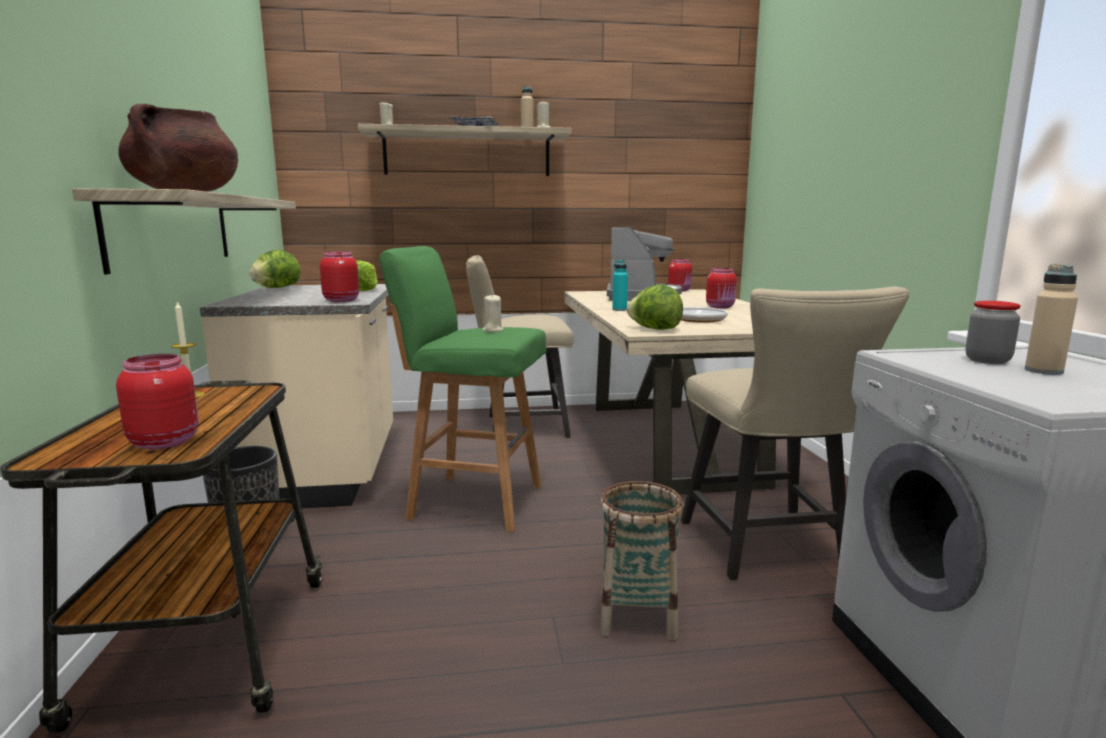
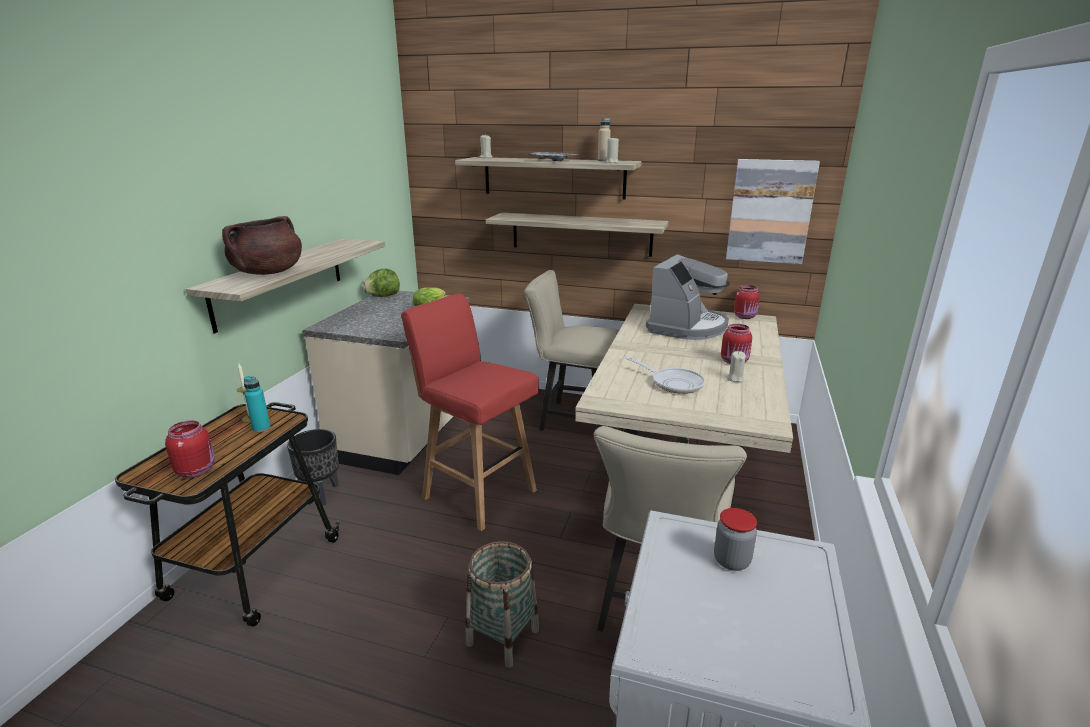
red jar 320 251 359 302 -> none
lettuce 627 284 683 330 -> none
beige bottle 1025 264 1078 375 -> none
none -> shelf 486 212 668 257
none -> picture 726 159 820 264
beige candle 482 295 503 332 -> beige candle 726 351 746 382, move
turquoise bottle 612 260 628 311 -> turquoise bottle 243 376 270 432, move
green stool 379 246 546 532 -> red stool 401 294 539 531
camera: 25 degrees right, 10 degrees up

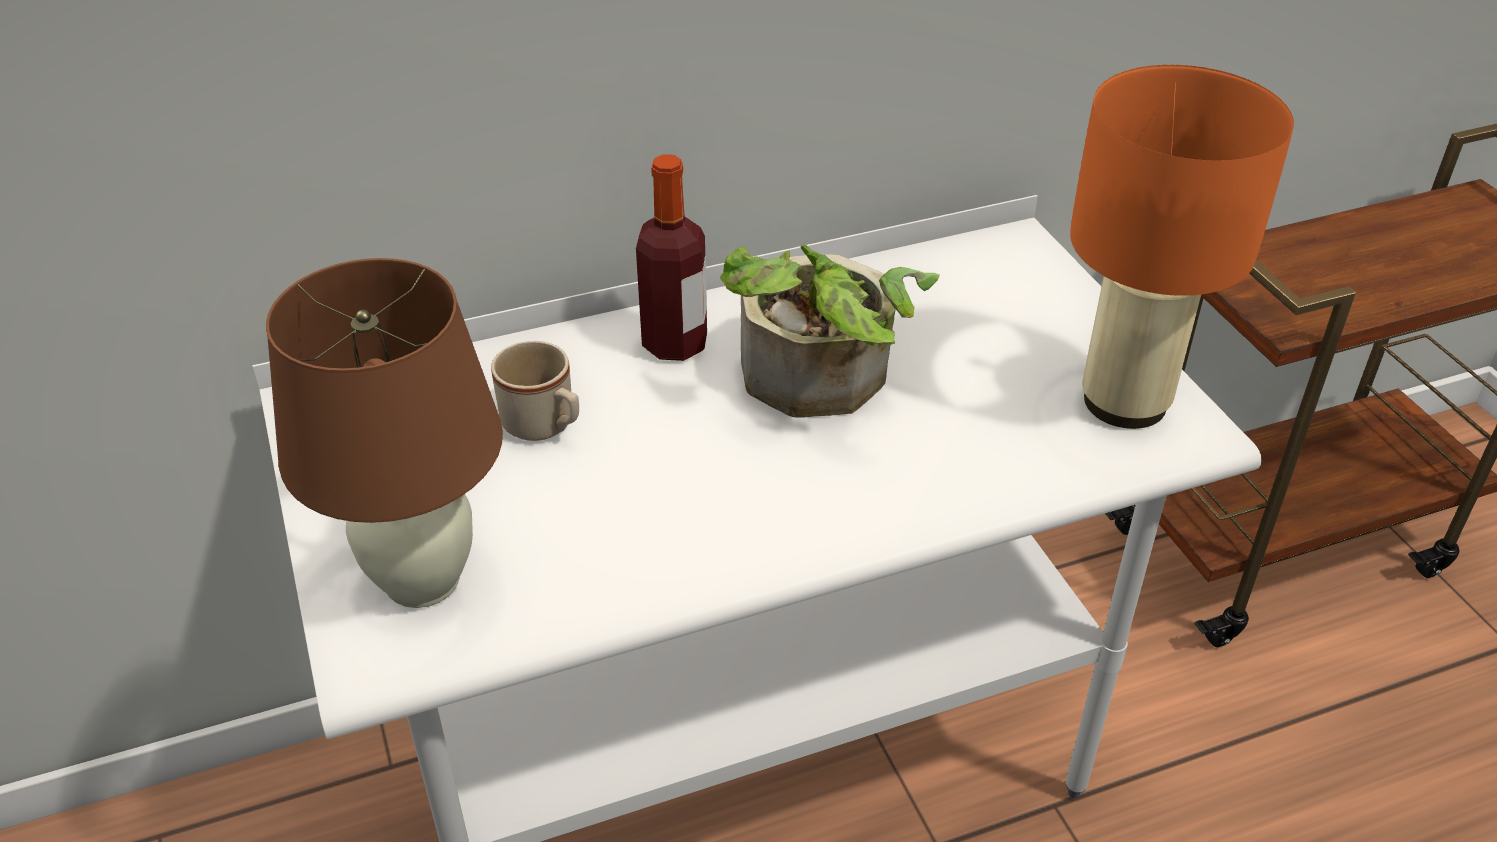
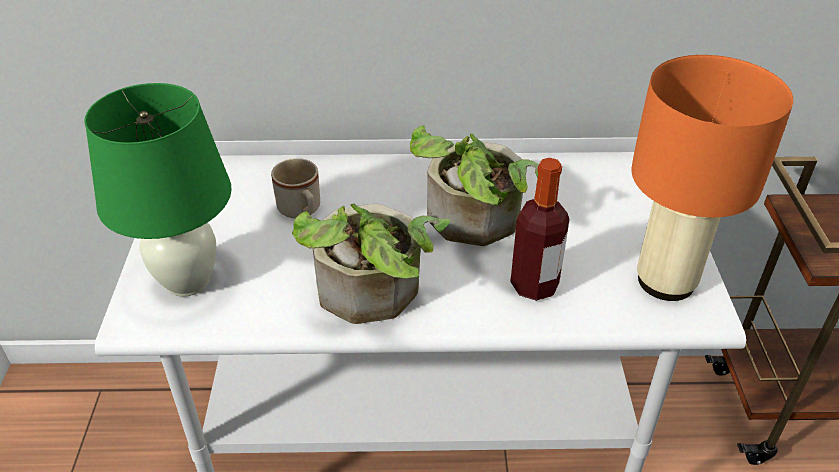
none -> potted plant 292 204 450 324
bottle 636 154 707 361 -> bottle 510 158 569 301, move
brown table lamp 266 258 503 608 -> green table lamp 84 83 231 297
camera: 20 degrees right, 0 degrees up

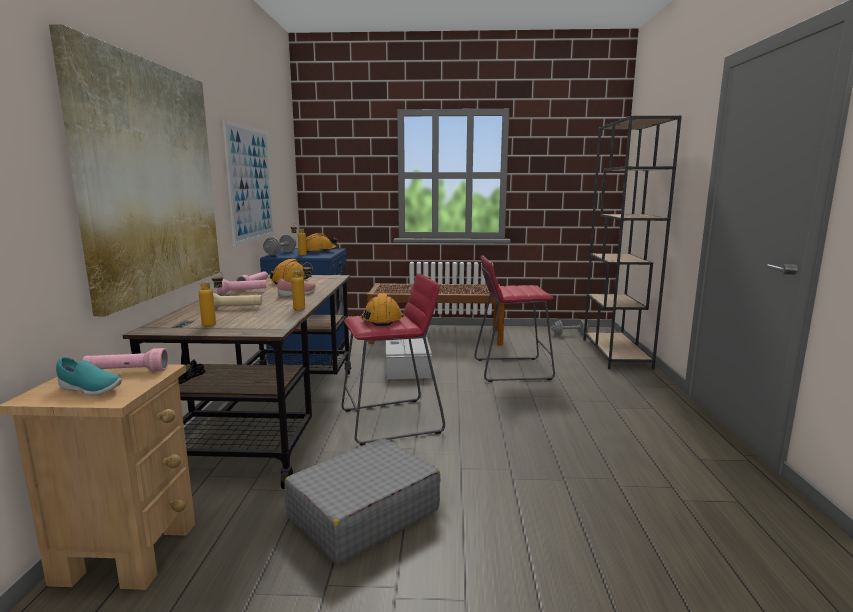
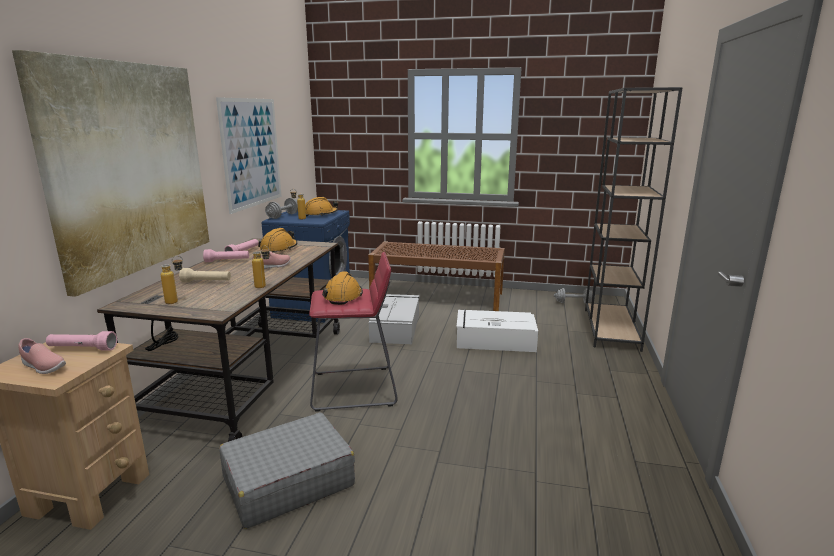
red stool 474 255 555 382 -> white storage box 456 309 538 352
turquoise shoe 56 357 122 395 -> pink shoe 18 338 66 374
camera: 10 degrees right, 5 degrees up

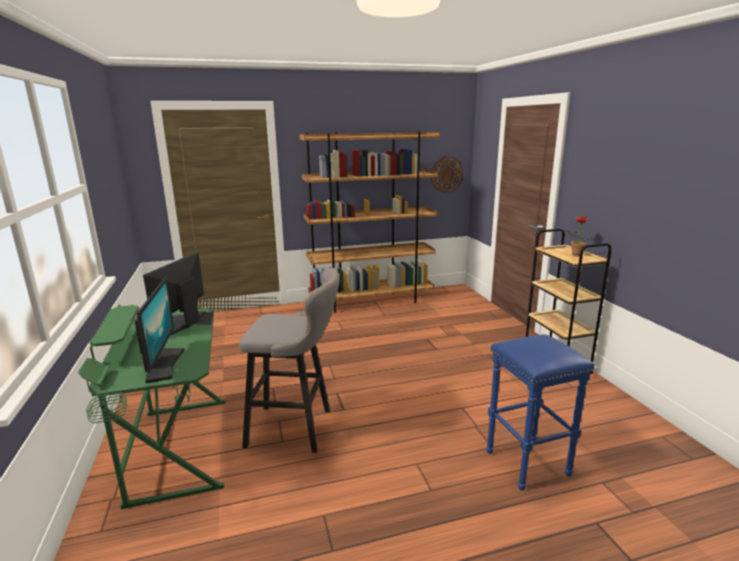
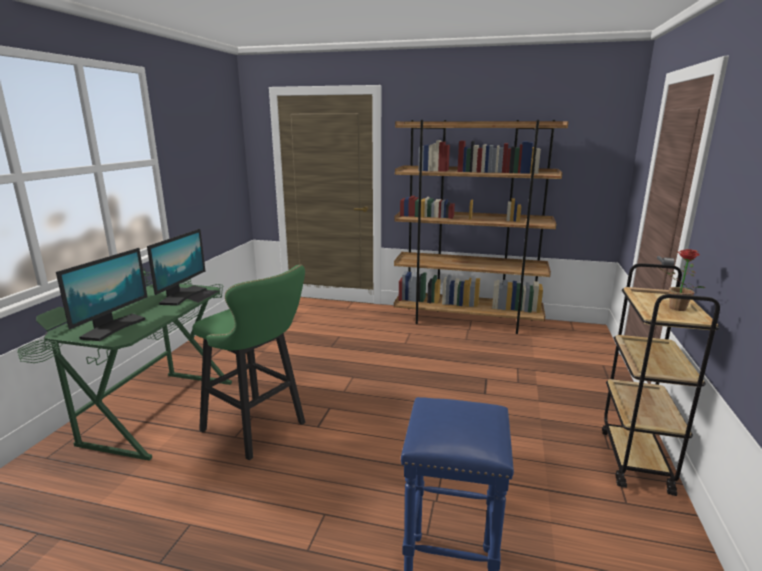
wall clock 431 156 464 193 -> none
grey stool 239 267 340 453 -> green stool 193 265 305 460
monitor 143 252 205 335 -> monitor 147 229 207 306, 150 degrees clockwise
camera: 30 degrees right, 0 degrees up

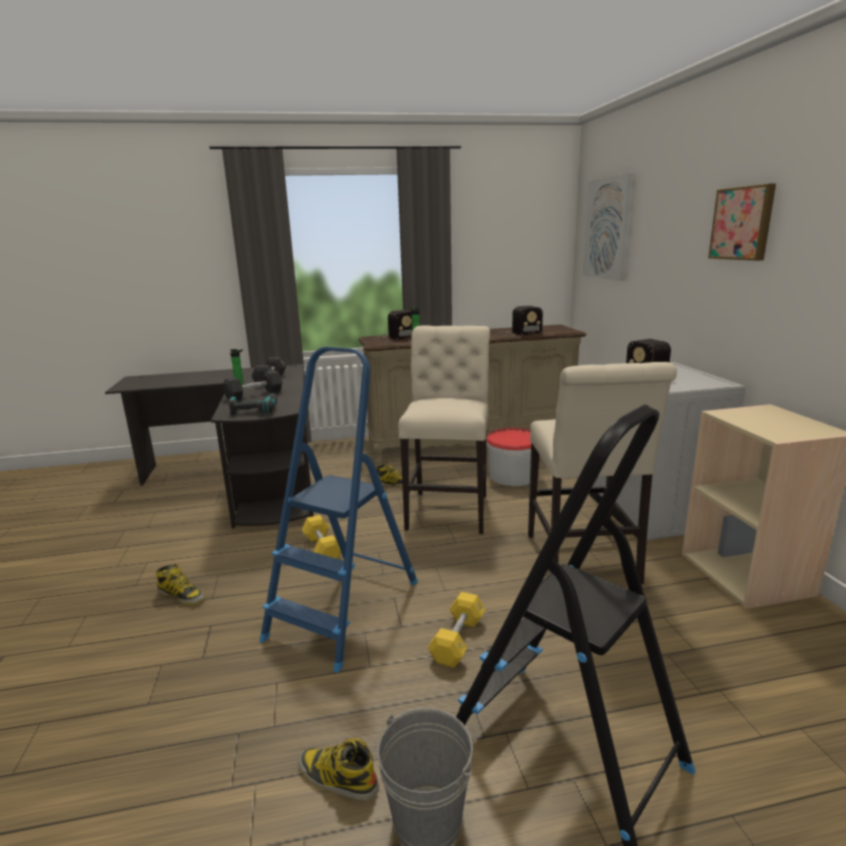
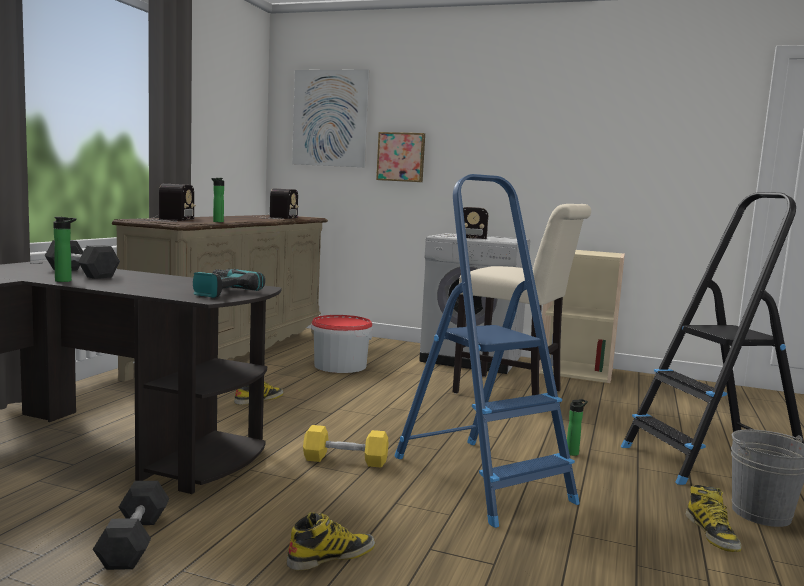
beige stool 398 326 490 534 -> none
black dumbbell 223 370 282 400 -> black dumbbell 93 481 169 570, move
picture 708 184 776 261 -> picture 376 132 425 182, move
yellow dumbbell 428 592 485 668 -> bottle 567 399 588 456
boot 298 738 379 801 -> boot 686 485 741 552, 60 degrees counterclockwise
camera: 60 degrees left, 10 degrees down

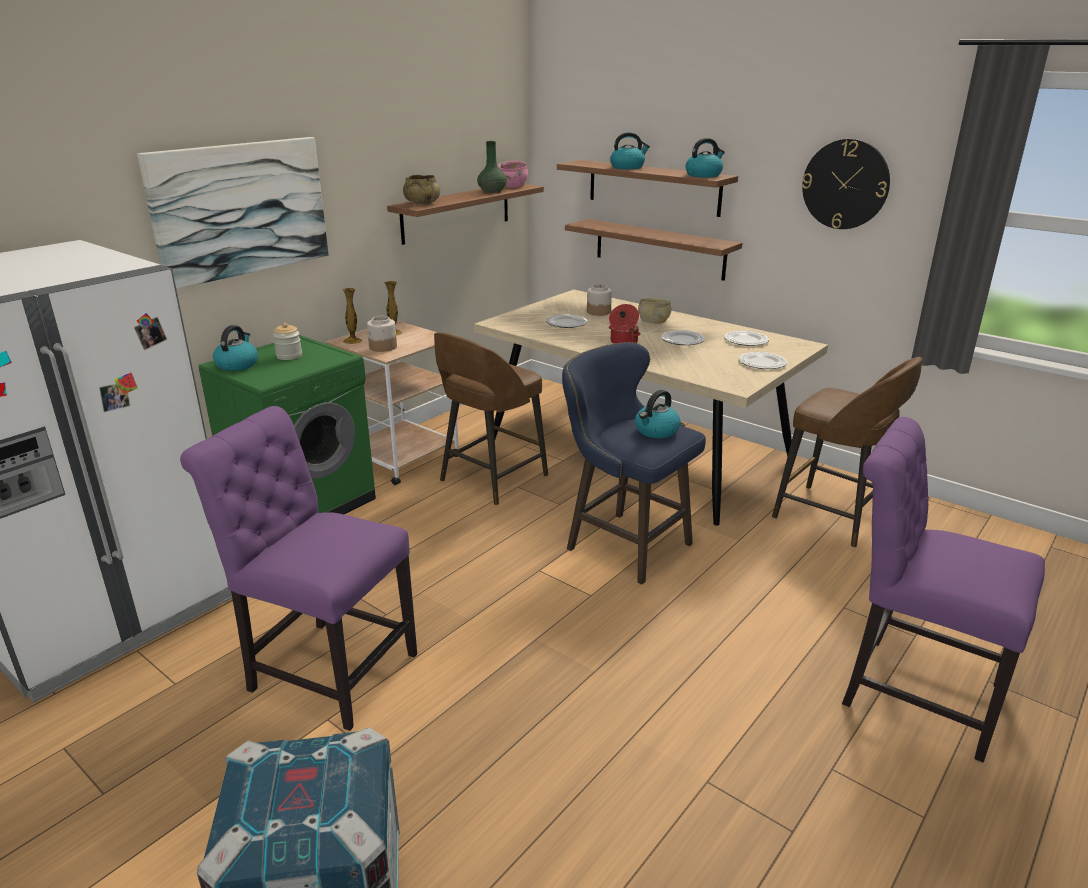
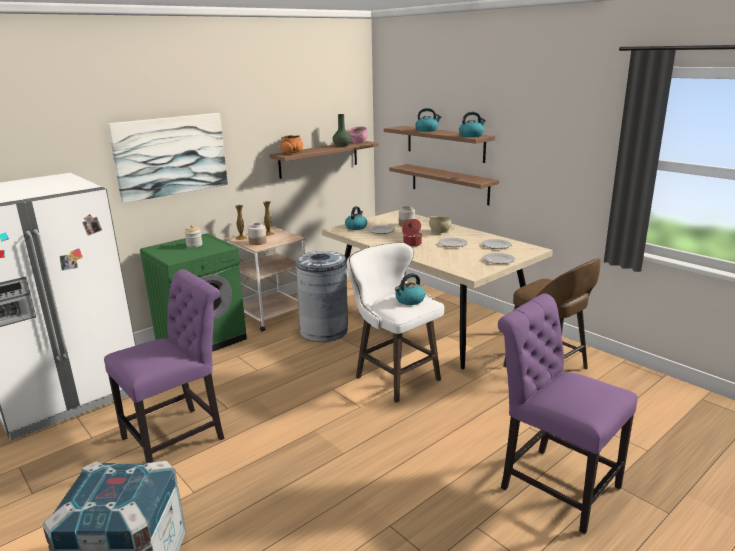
wall clock 802 139 890 229 -> none
kettle 213 325 258 371 -> kettle 345 206 367 230, move
brown stool 434 332 548 505 -> grey trash can 295 251 348 342
beige bowl 403 175 440 205 -> orange bowl 280 135 303 154
blue stool 562 342 706 584 -> white stool 346 242 444 403
purple chair 180 406 417 731 -> purple chair 104 269 225 463, 105 degrees clockwise
camera: 10 degrees right, 5 degrees down

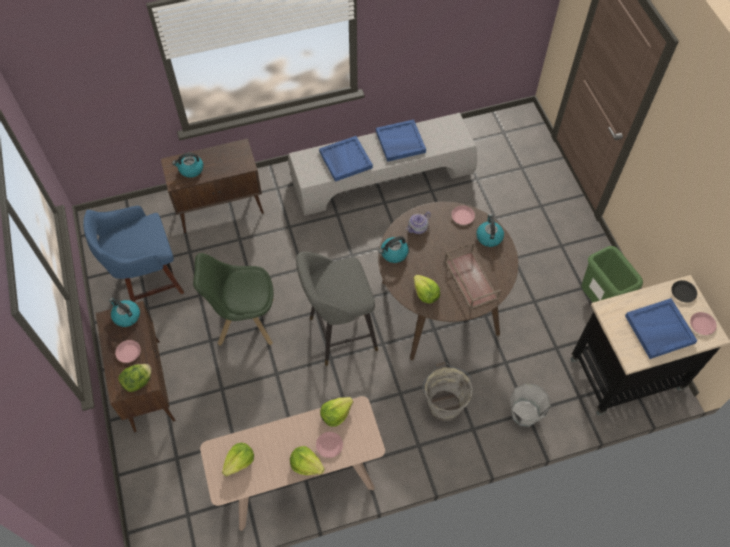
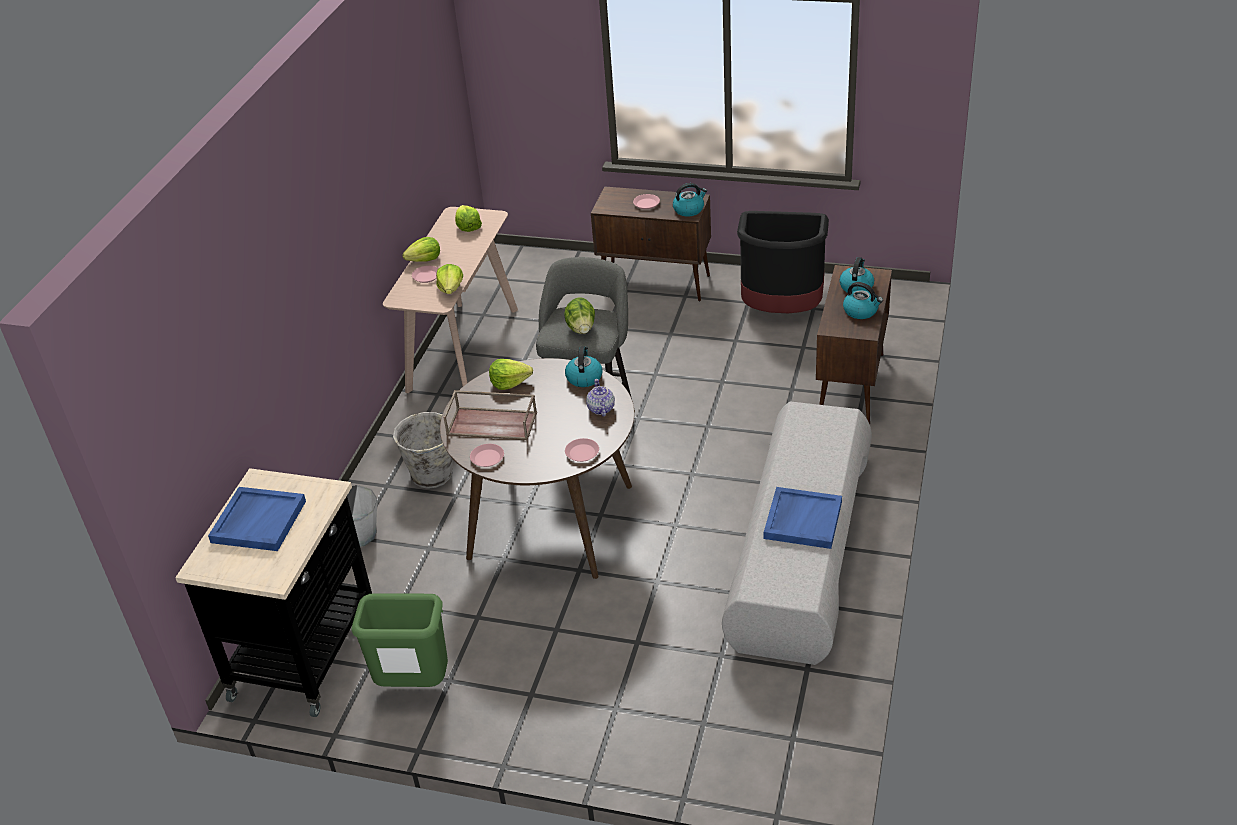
green chair 193 253 273 345 -> none
blue tray 319 136 373 182 -> none
black plate 671 280 697 302 -> none
lettuce 118 364 152 392 -> lettuce 564 298 595 334, move
kettle 476 214 504 247 -> kettle 843 282 883 319, move
pink plate 690 312 717 335 -> pink plate 470 444 504 467, move
blue stool 83 206 184 303 -> black trash can 737 211 829 313
camera: 125 degrees right, 20 degrees down

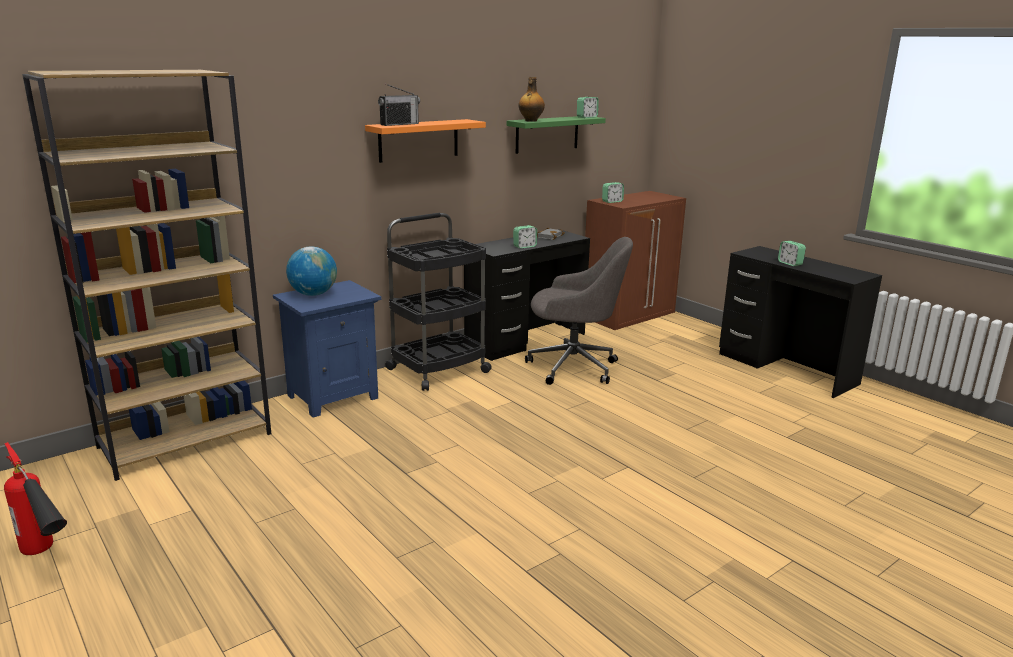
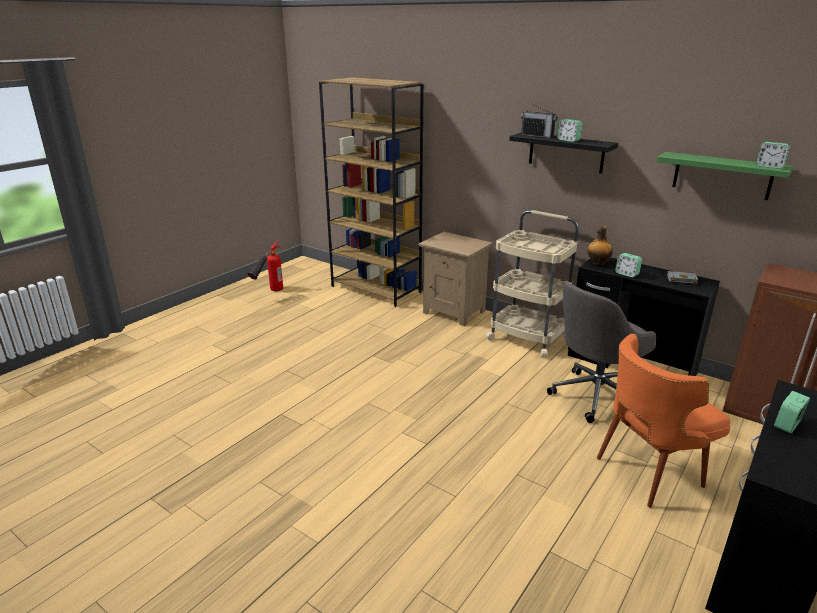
globe 286 246 337 296 -> none
none -> orange chair 597 333 730 508
bottle 519 77 545 122 -> bottle 587 226 613 266, move
alarm clock 602 182 624 203 -> alarm clock 557 119 583 142, move
blue nightstand 273 280 382 418 -> beige nightstand 418 232 493 326
orange shelf 365 119 486 163 -> black shelf 509 132 618 174
black cart 385 213 492 391 -> beige cart 486 210 579 358
grey office chair 525 237 633 385 -> grey office chair 547 283 656 423, 60 degrees clockwise
camera: 75 degrees right, 5 degrees up

